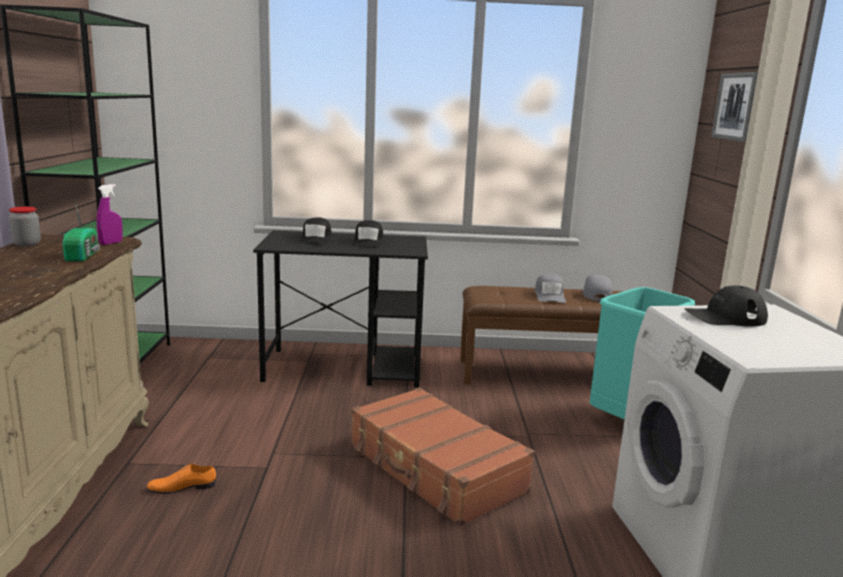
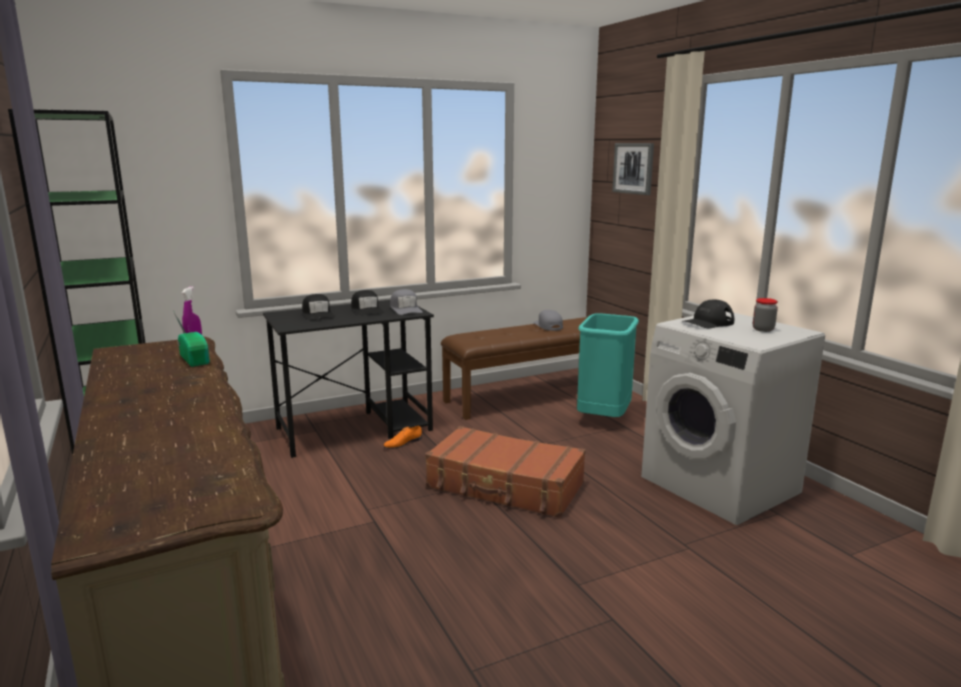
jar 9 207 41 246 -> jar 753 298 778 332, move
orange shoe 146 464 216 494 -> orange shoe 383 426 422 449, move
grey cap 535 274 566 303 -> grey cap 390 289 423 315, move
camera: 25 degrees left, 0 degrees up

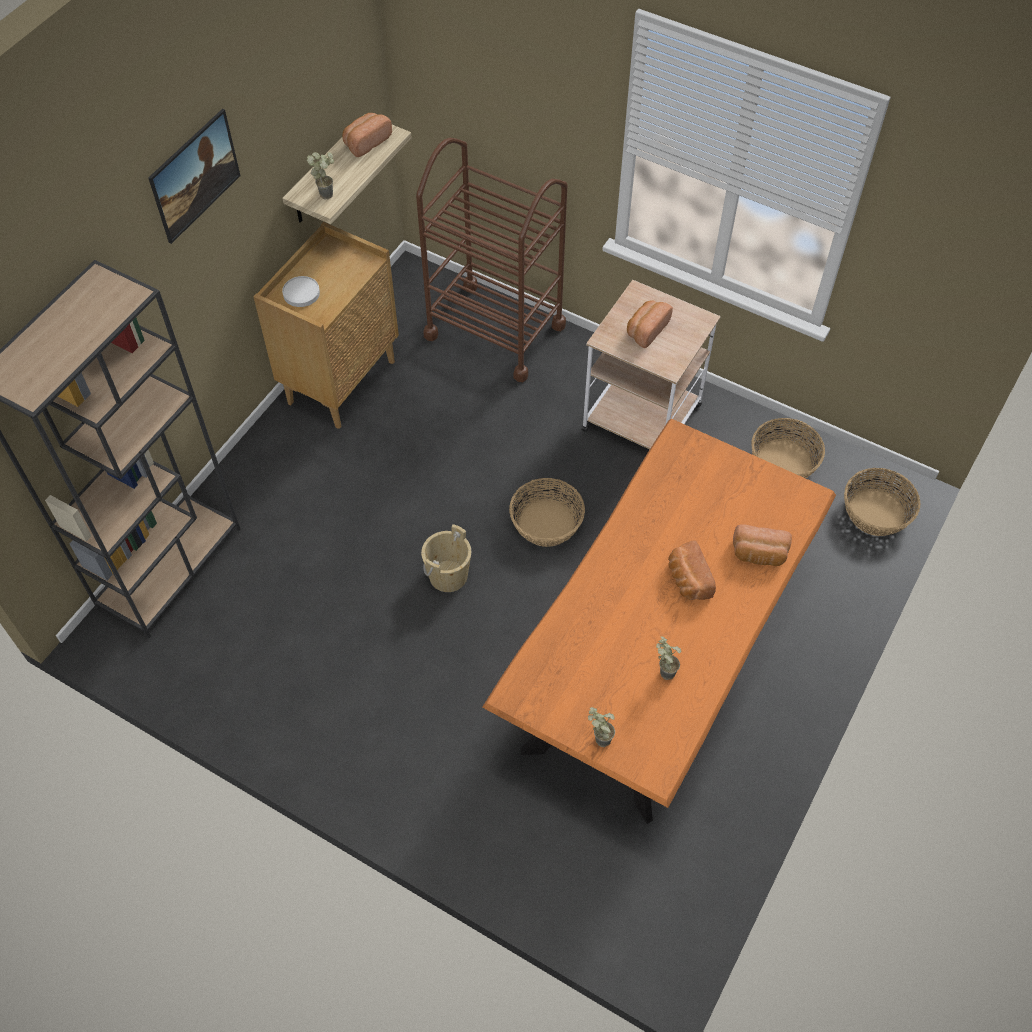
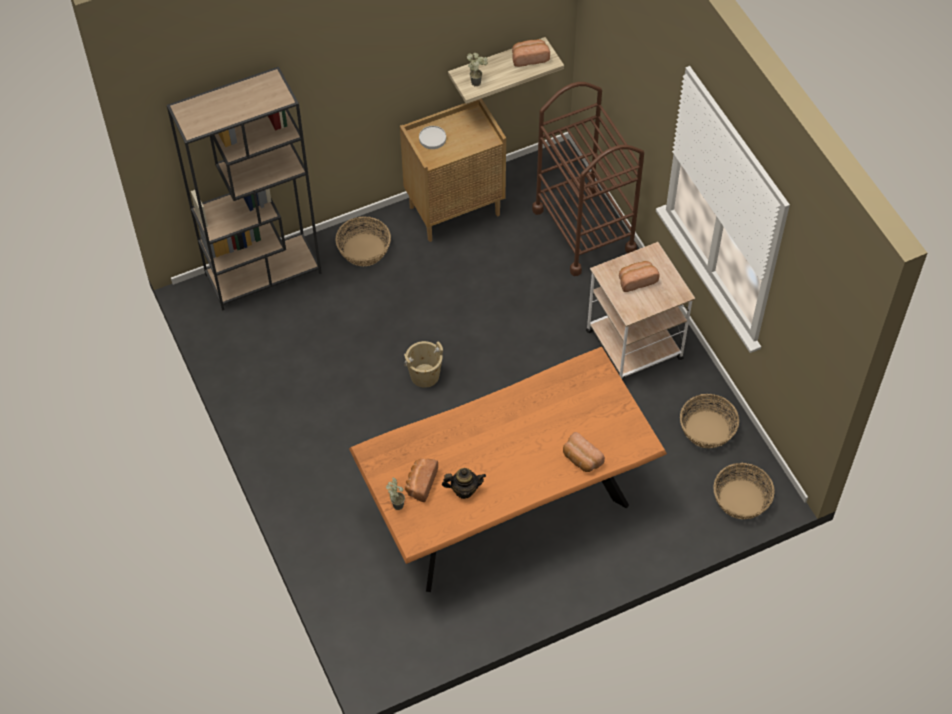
picture 148 109 241 244 -> none
basket 509 478 585 547 -> basket 336 217 391 266, move
bread 668 540 716 600 -> bread 405 459 438 502, move
potted plant 656 637 681 680 -> teapot 442 468 486 499
camera: 35 degrees right, 0 degrees up

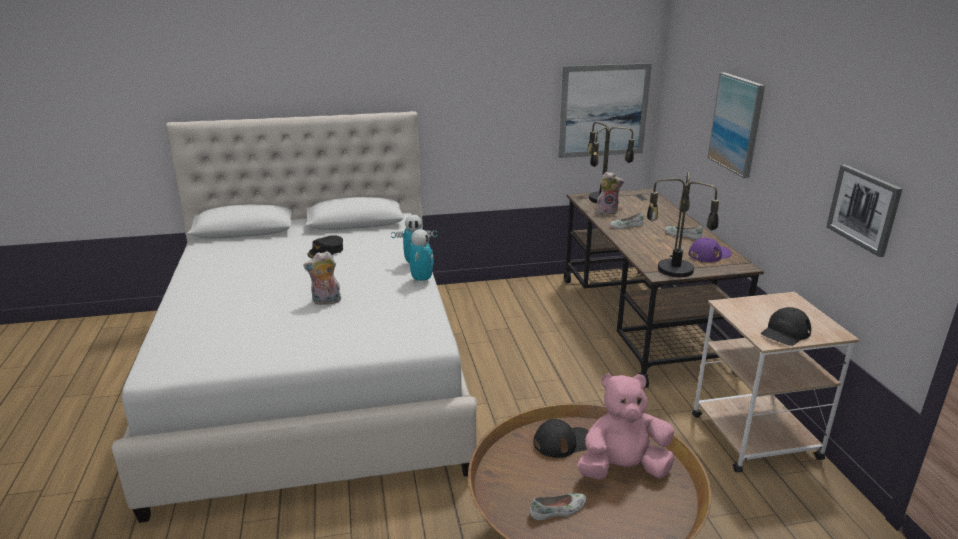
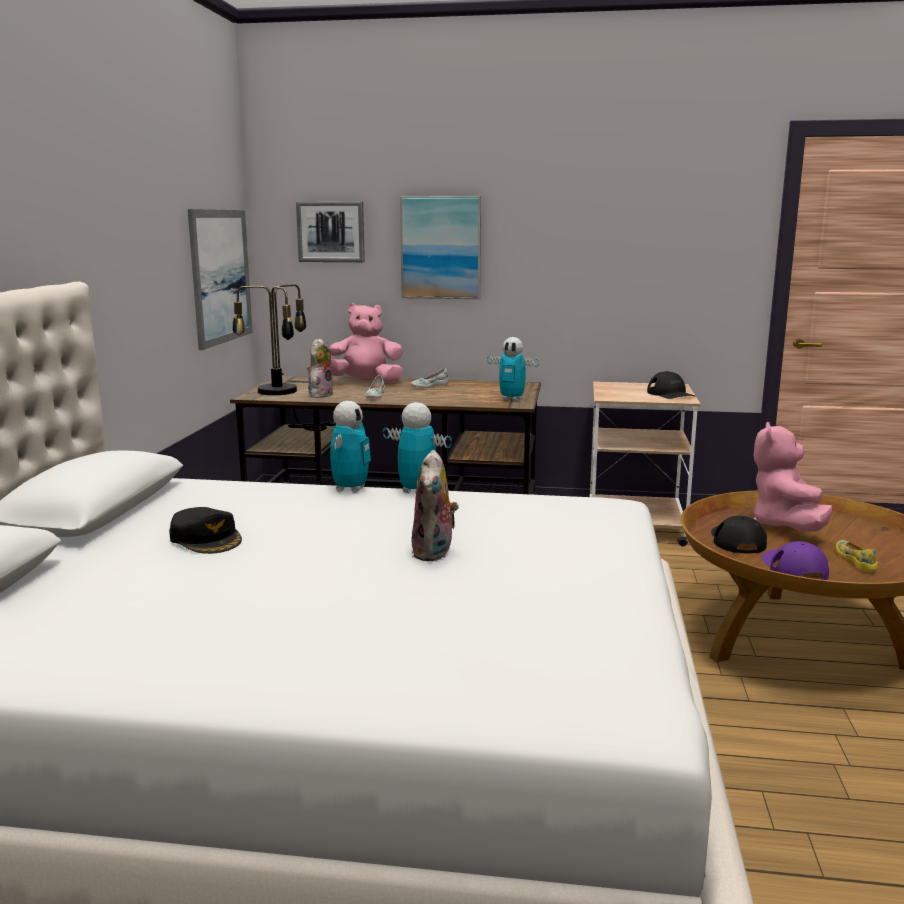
none -> pink plush toy 329 303 403 383
purple cap 689 237 732 262 -> purple cap 761 541 829 580, move
picture 826 164 903 257 -> picture 296 202 365 262, move
table lamp 647 172 719 277 -> toy robot 487 337 539 401
white shoe 530 493 586 521 -> yellow shoe 836 540 878 572
camera: 70 degrees left, 10 degrees down

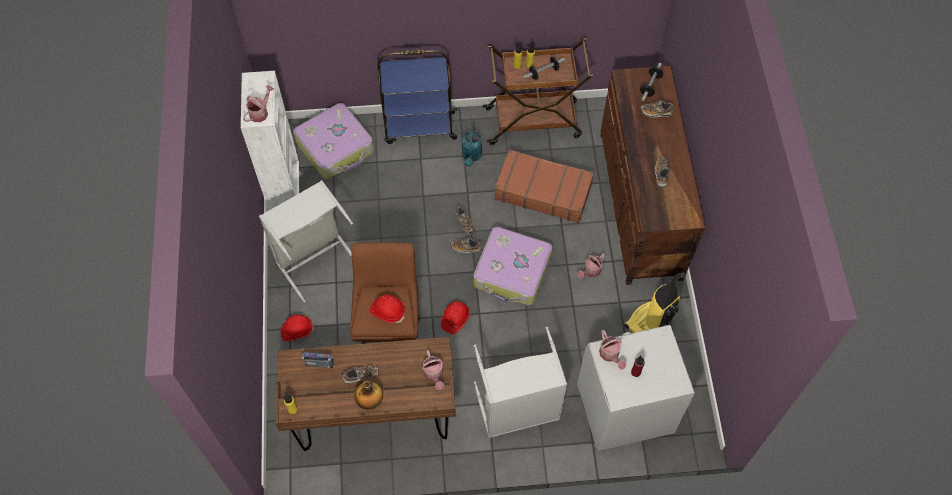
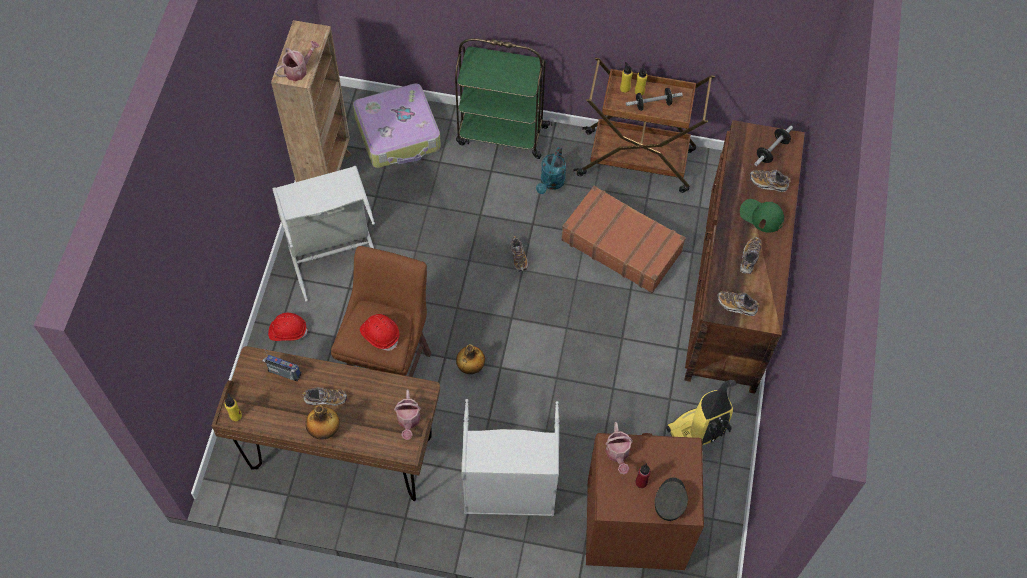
suitcase 473 227 552 305 -> none
watering can 577 253 605 279 -> none
none -> grey cap 654 477 688 521
none -> green cap 740 199 784 233
shoe 450 238 482 253 -> shoe 717 291 760 316, move
red hard hat 441 301 470 334 -> bottle 456 344 485 374
white bookcase 241 71 303 210 -> brown bookcase 271 20 352 182
blue cart 378 49 458 144 -> green cart 455 38 552 159
white washing machine 577 325 695 451 -> brown washing machine 586 433 704 570
camera: 15 degrees right, 0 degrees up

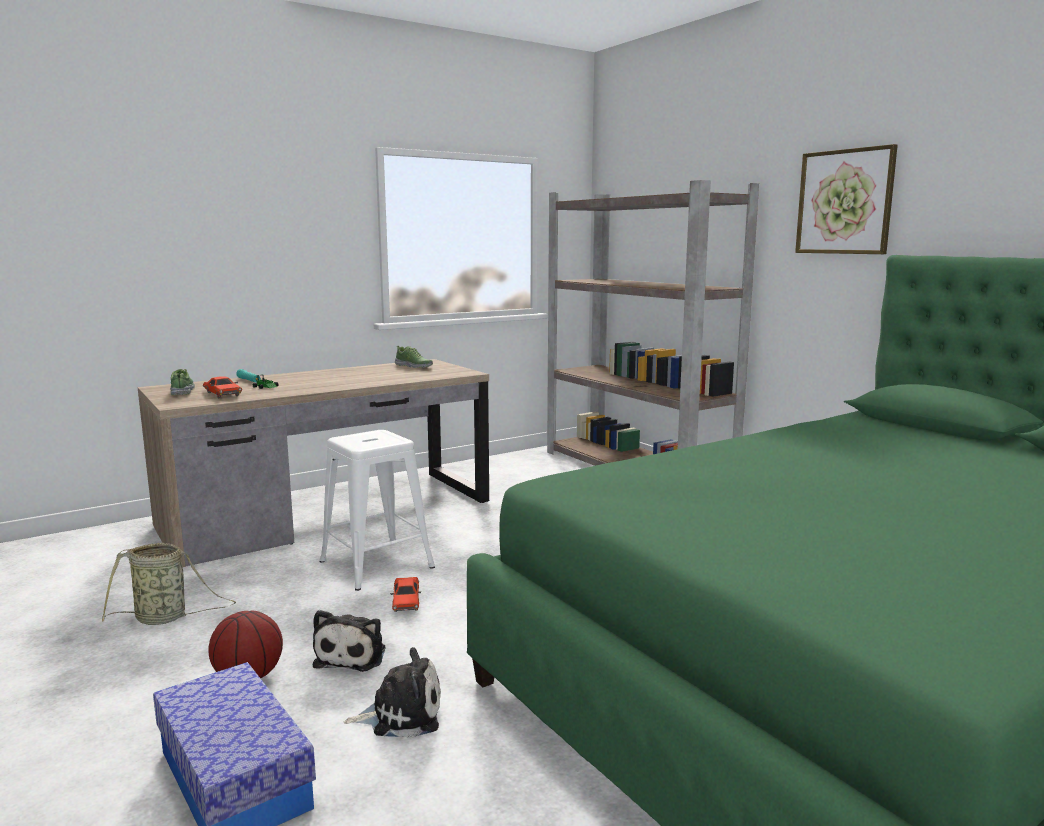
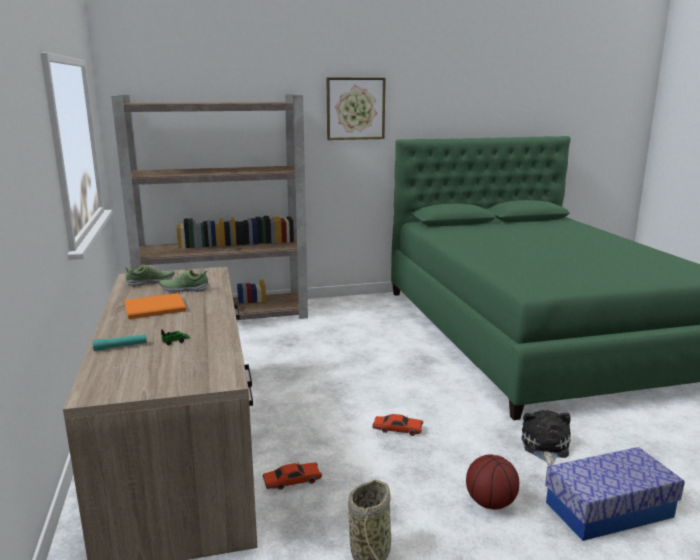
plush toy 313 610 385 672 -> none
white stool 319 430 435 591 -> none
none -> orange book 125 293 186 319
shoe 170 369 195 396 -> shoe 159 269 209 293, move
red toy car 203 376 242 398 -> red toy car 263 462 322 490, move
camera: 70 degrees left, 5 degrees up

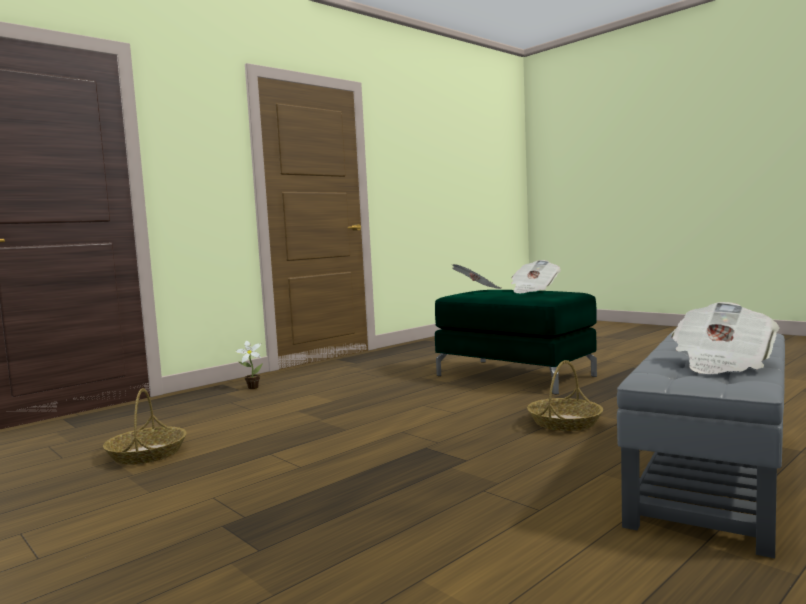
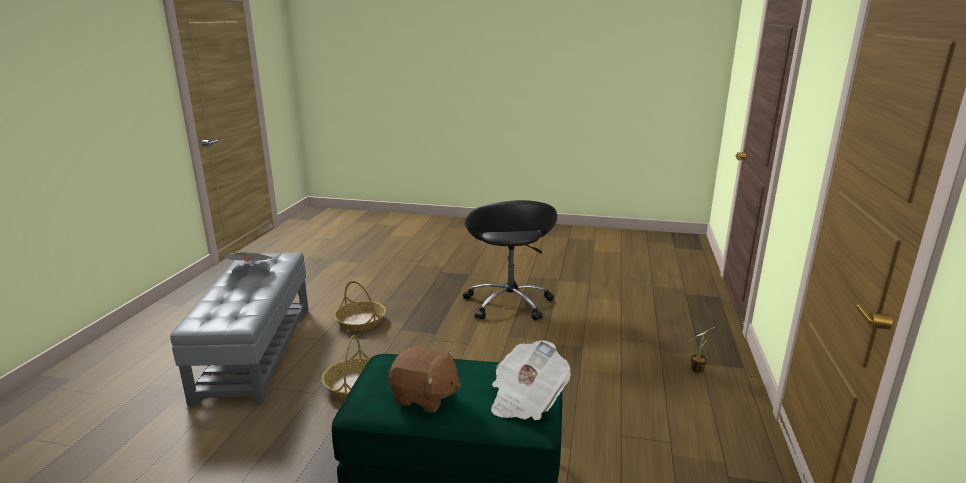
none -> black office chair 463 200 557 320
basket 103 388 187 464 -> basket 334 281 386 331, move
newspaper 511 260 561 293 -> brown plush toy 388 346 461 413
camera: 145 degrees right, 15 degrees up

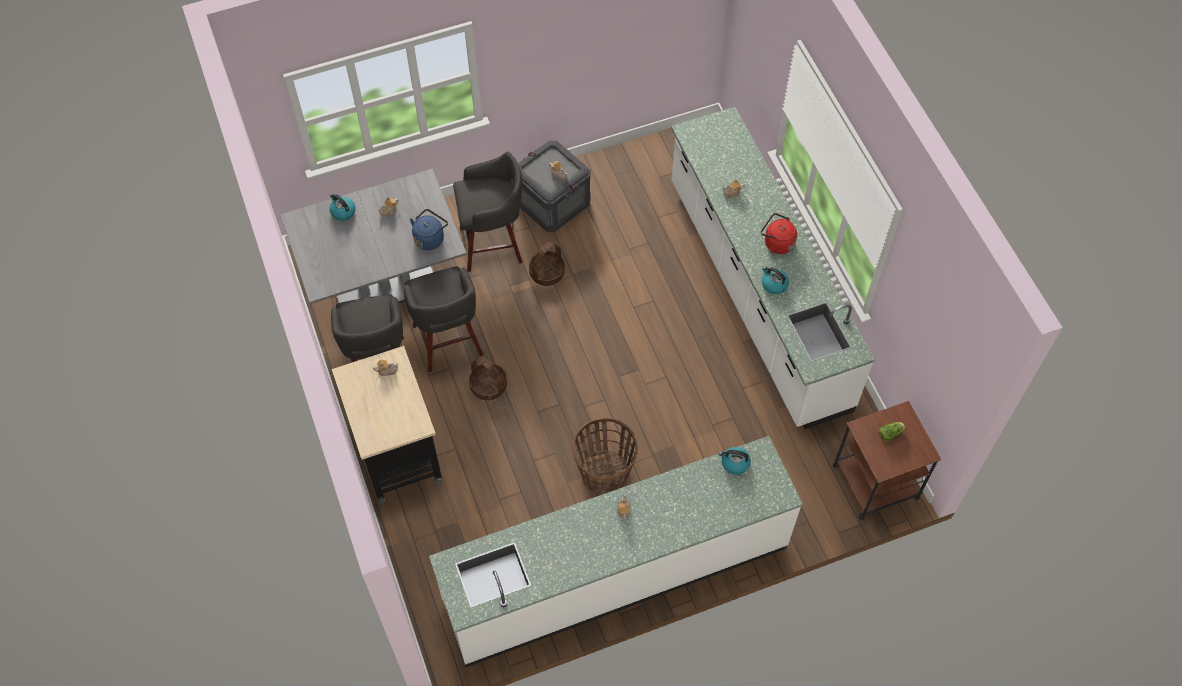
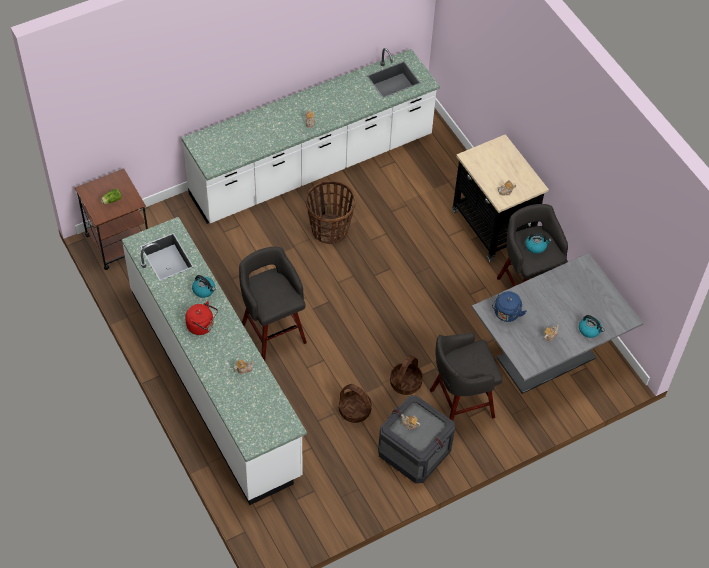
grey stool 403 266 483 372 -> grey stool 239 247 307 361, move
basket 469 356 507 400 -> basket 339 384 372 423, move
kettle 718 447 751 475 -> kettle 525 233 552 254, move
camera: 170 degrees right, 5 degrees down

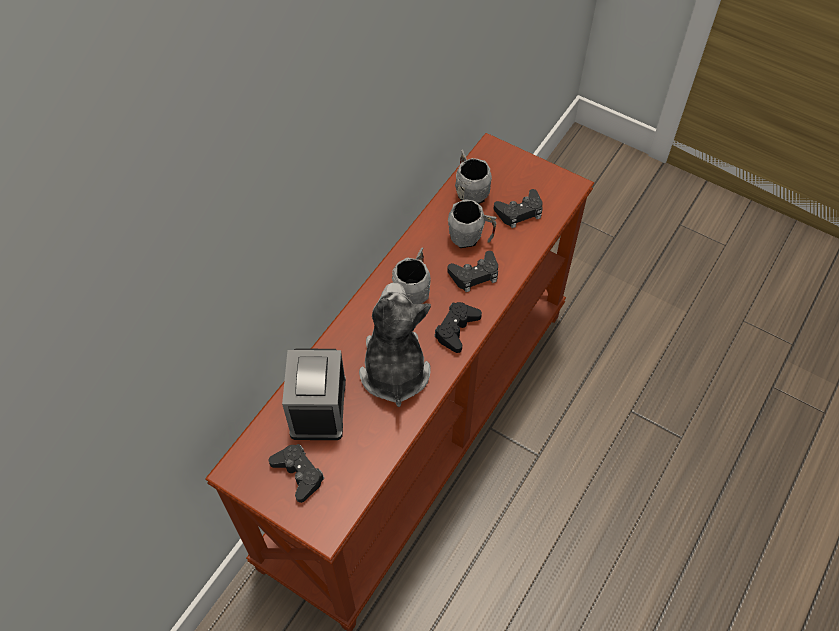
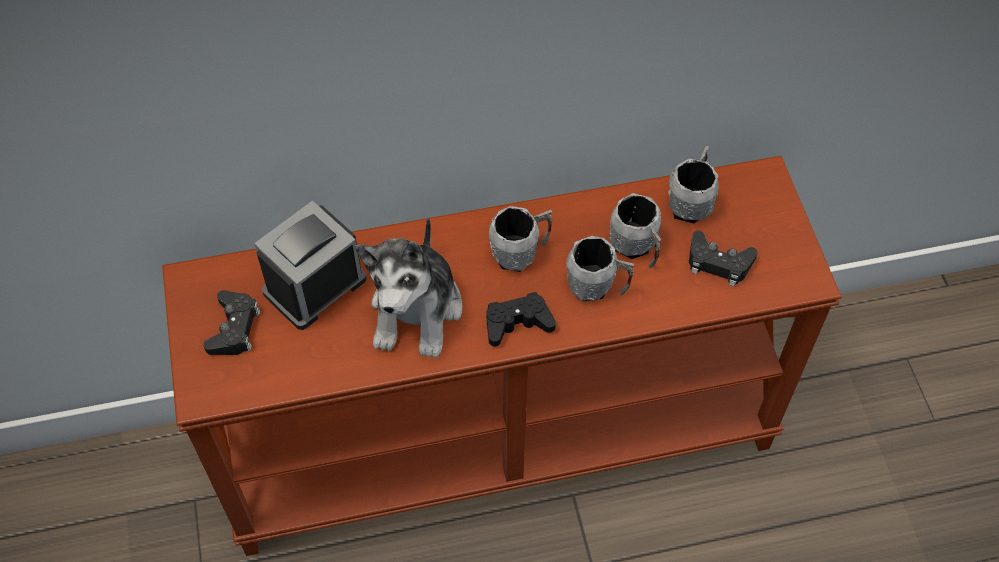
black game controller 447 251 498 292 -> grey mug 566 236 634 301
plush toy 359 282 431 407 -> plush toy 356 217 462 358, 150 degrees clockwise
camera: 45 degrees right, 0 degrees up

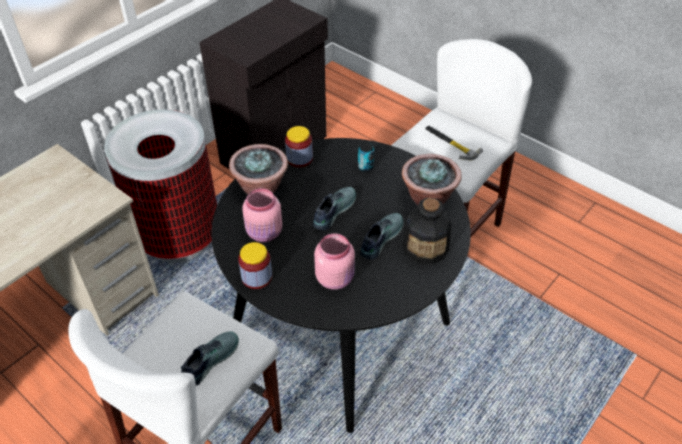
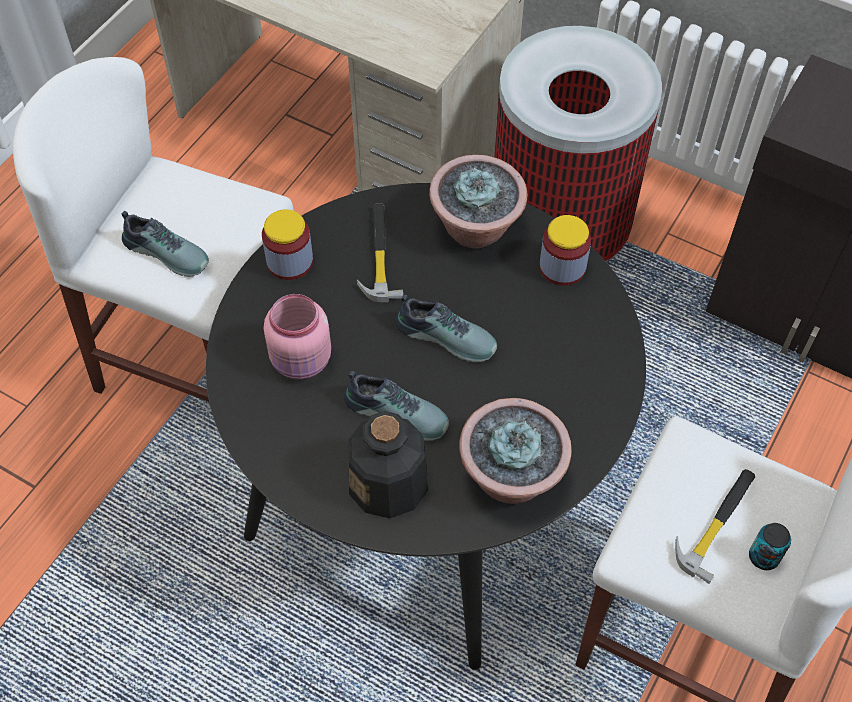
can 358 142 374 172 -> can 749 523 791 570, move
pink jar 243 188 282 242 -> hammer 357 203 403 302
camera: 80 degrees right, 10 degrees up

